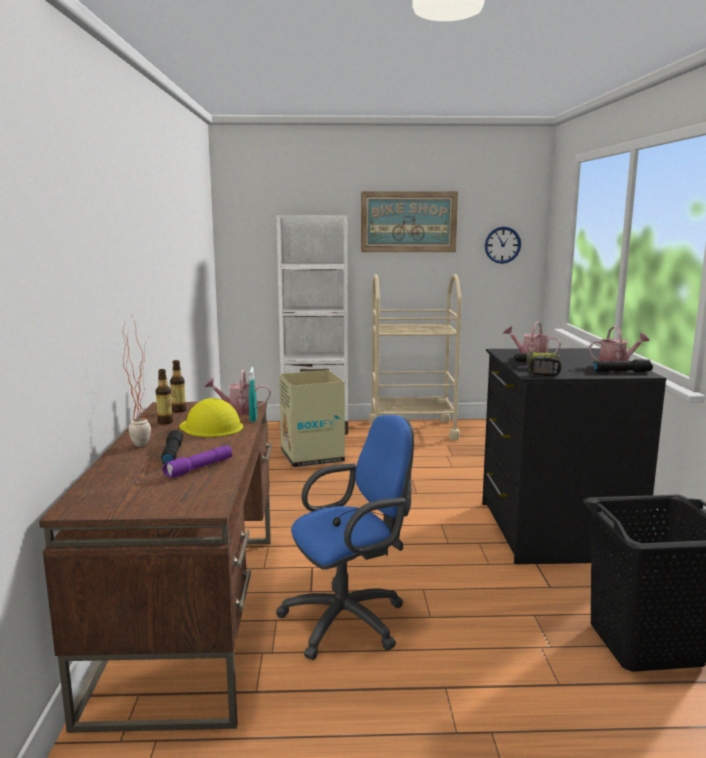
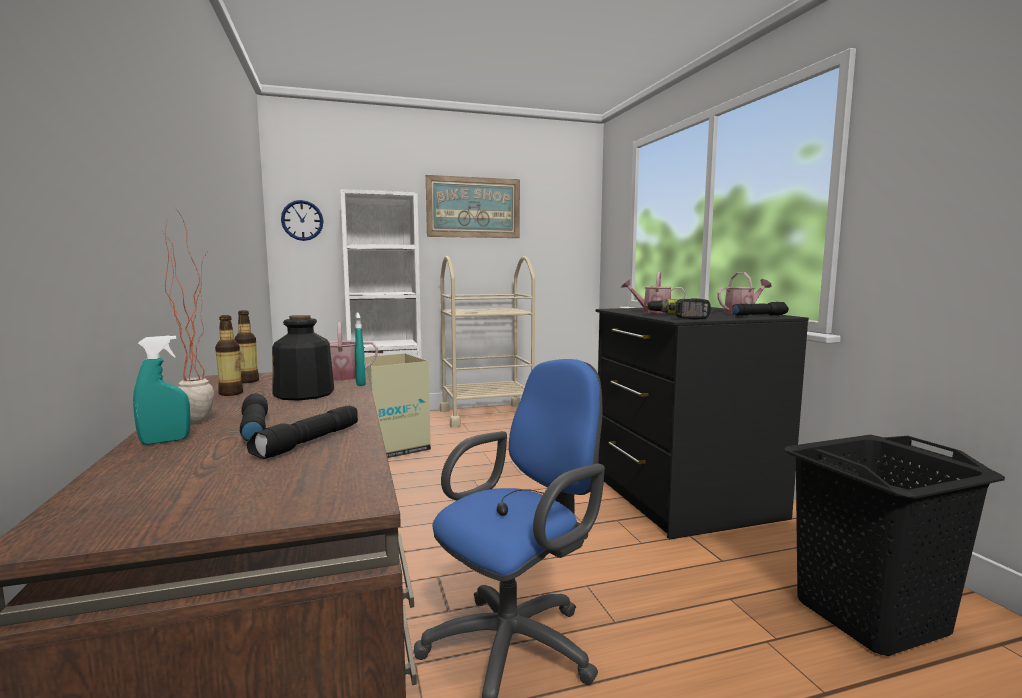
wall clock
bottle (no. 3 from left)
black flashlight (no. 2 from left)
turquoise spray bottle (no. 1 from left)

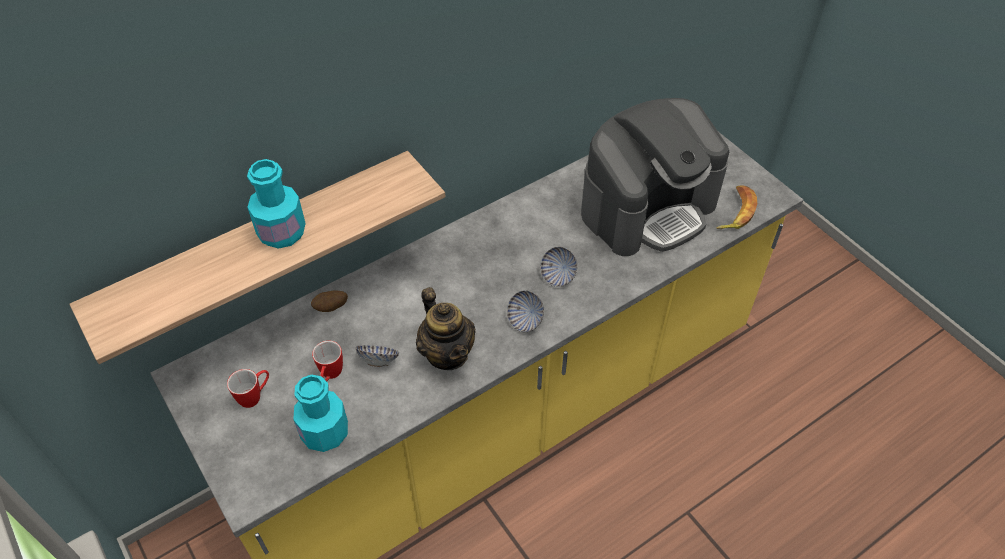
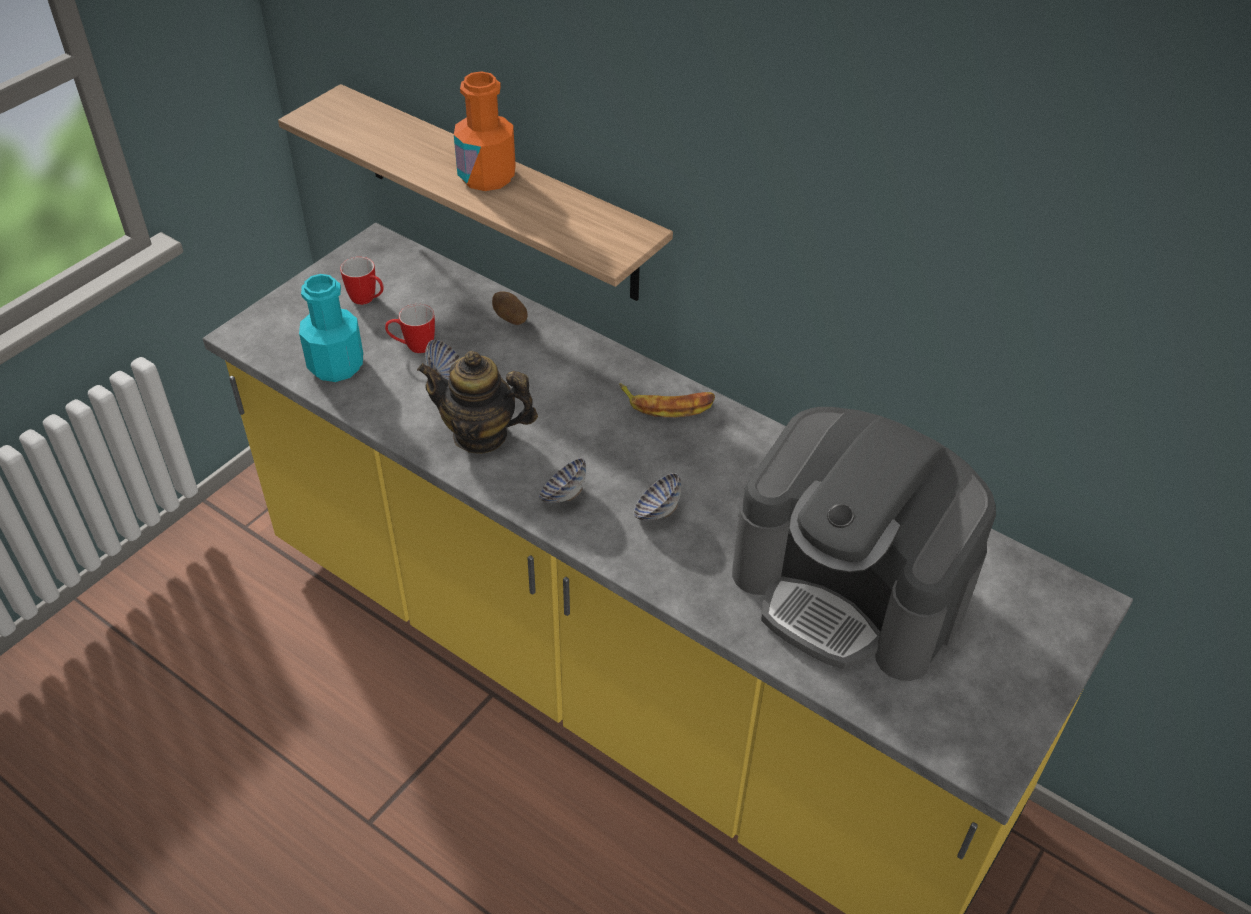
orange bottle
banana
teapot

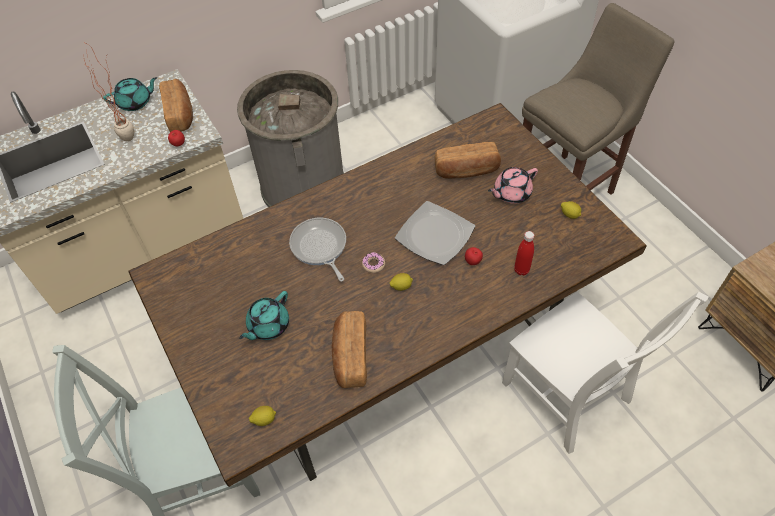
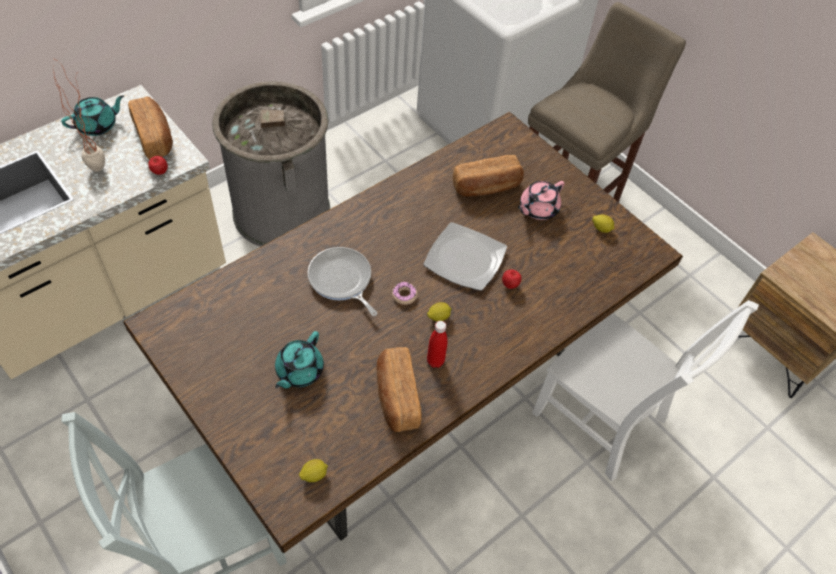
red bottle

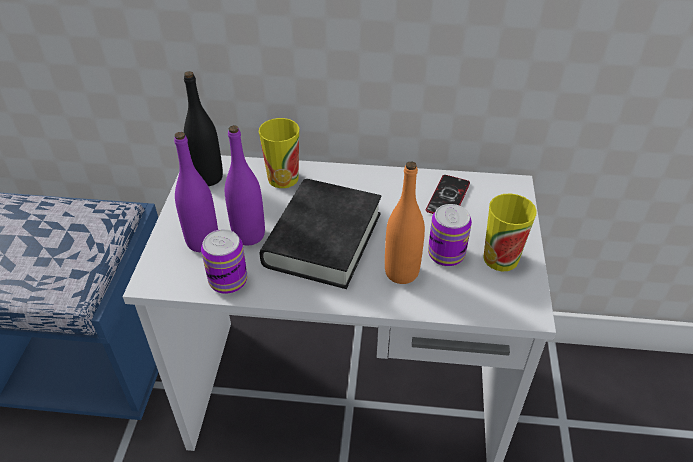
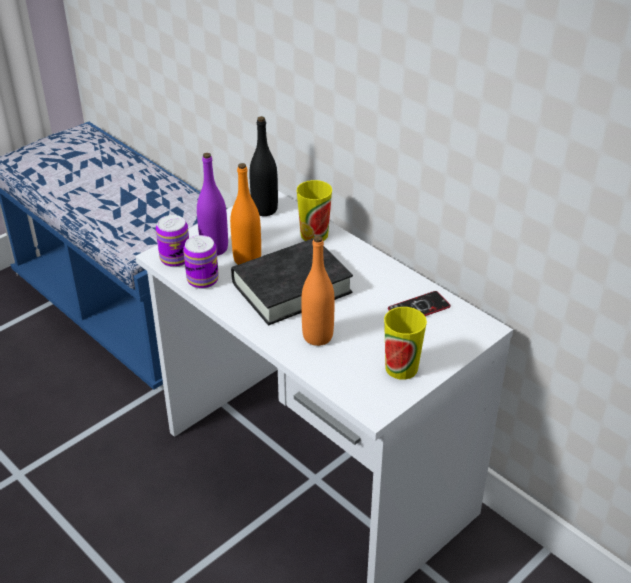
orange bottle (no. 1 from left)
can (no. 1 from left)

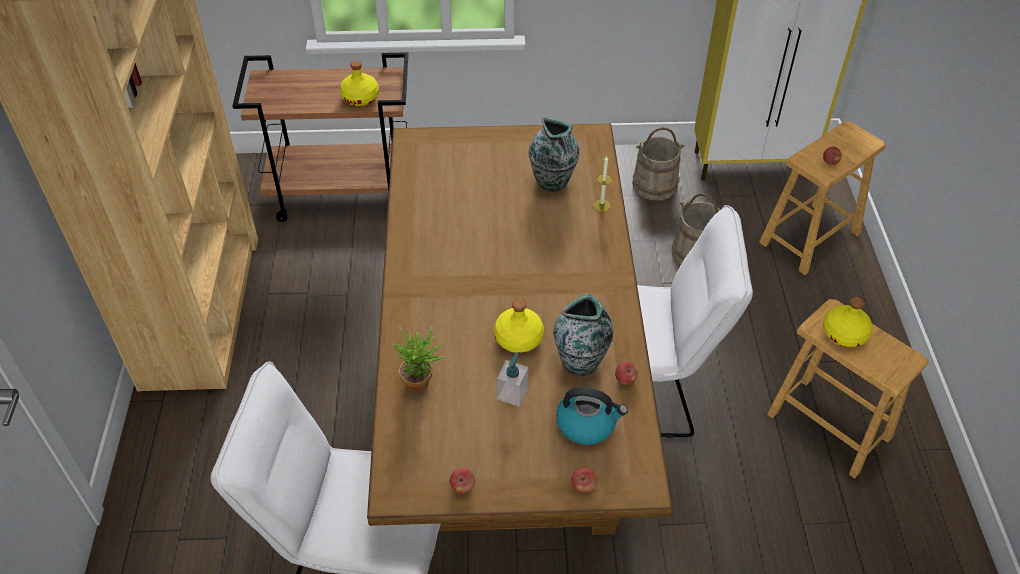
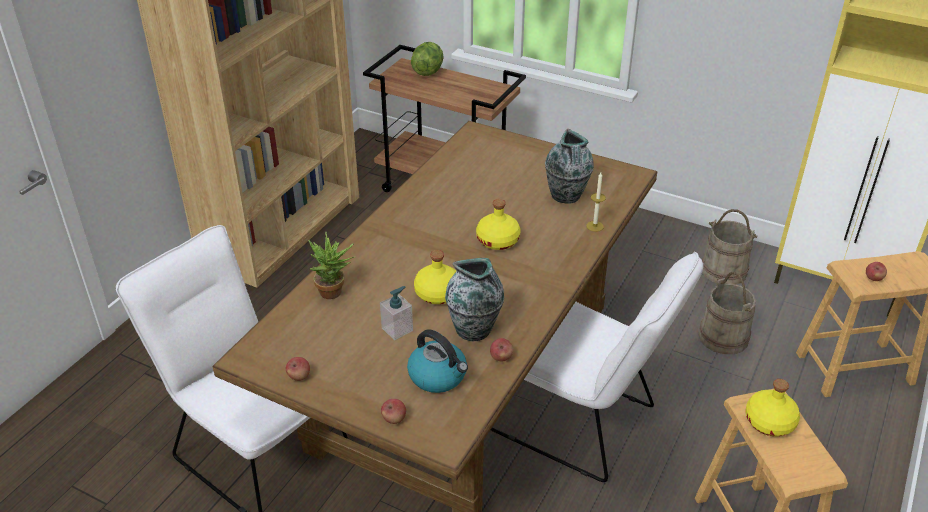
yellow bottle (no. 2 from left)
lettuce

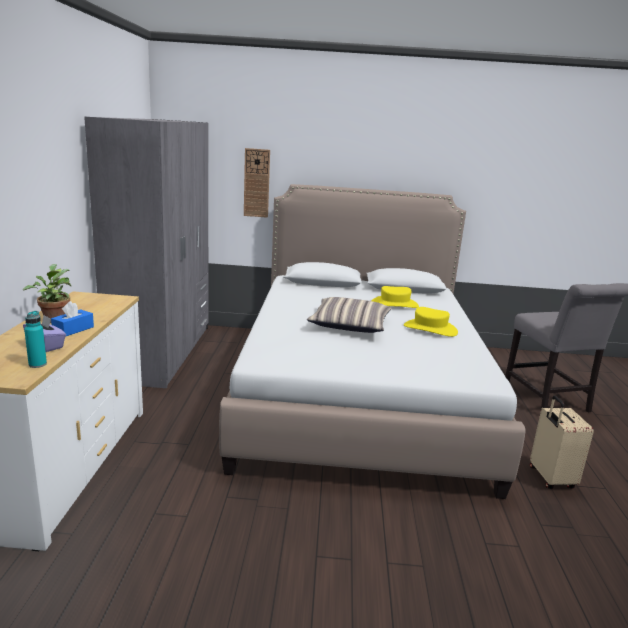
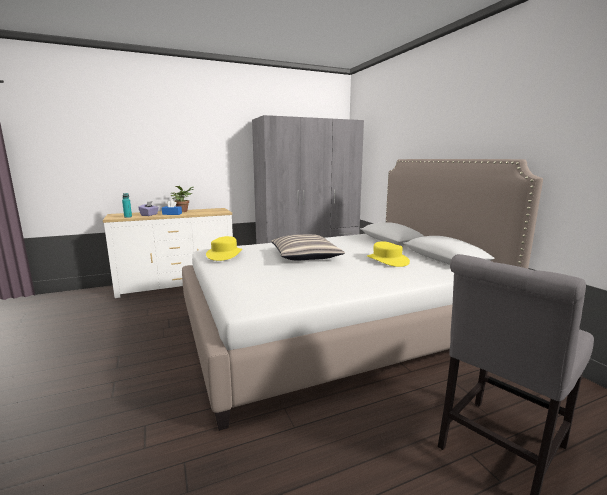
wall clock
yellow hat (no. 1 from left)
beige suitcase

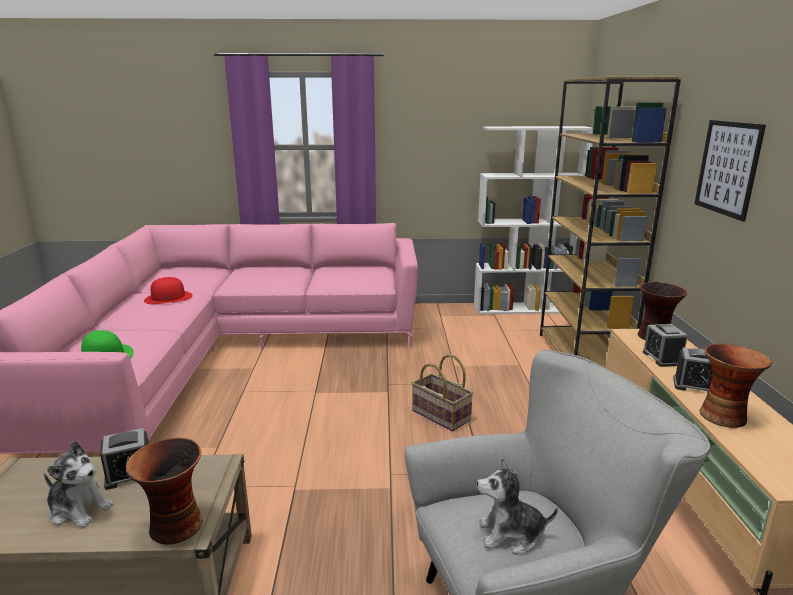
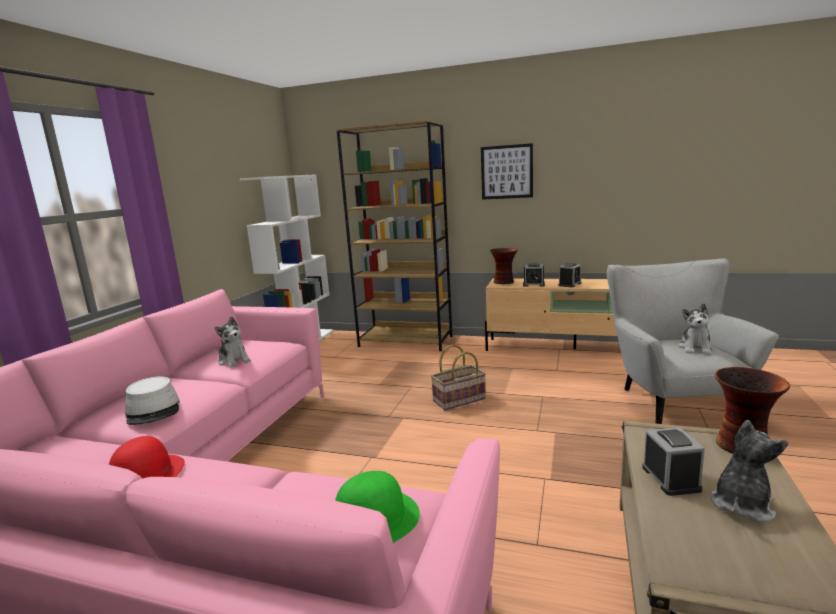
vase (no. 3 from left in the first image)
plush toy (no. 1 from left)
grey hat

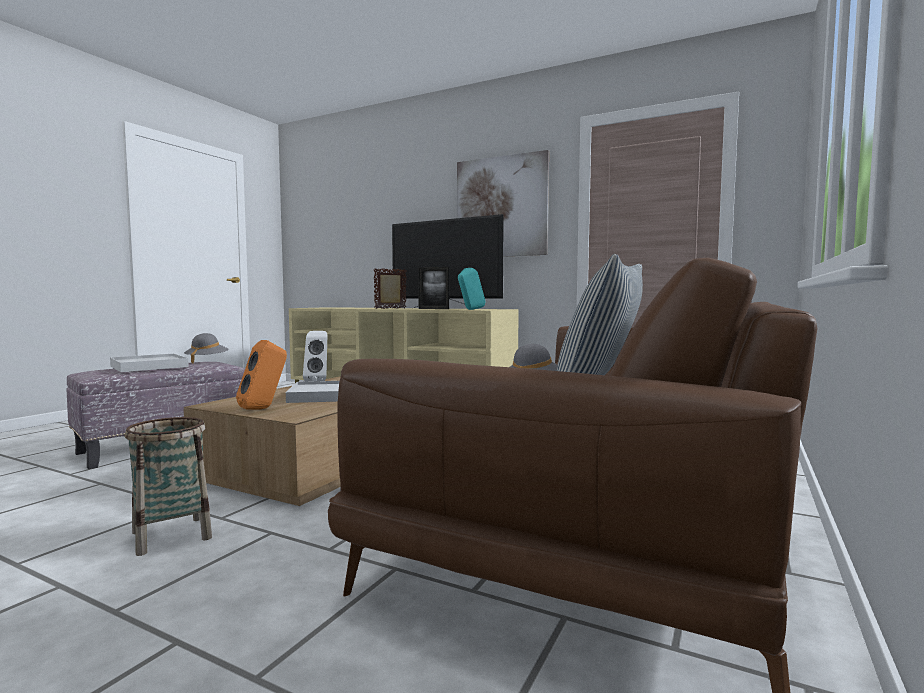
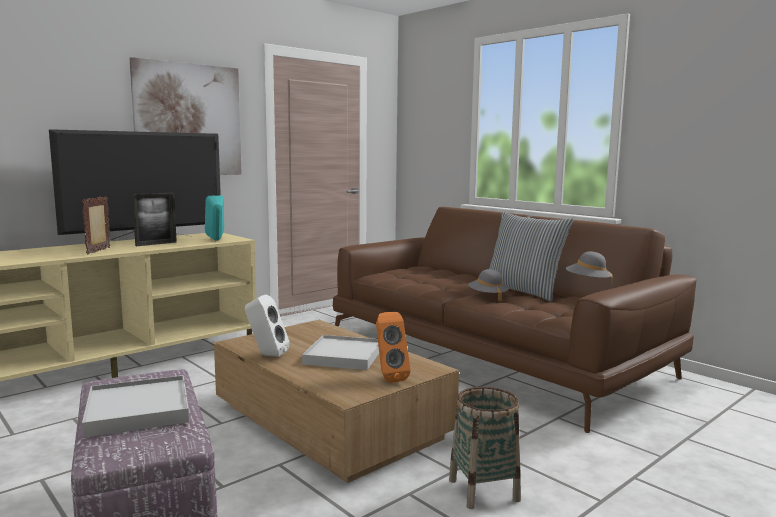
grey hat (no. 2 from left)

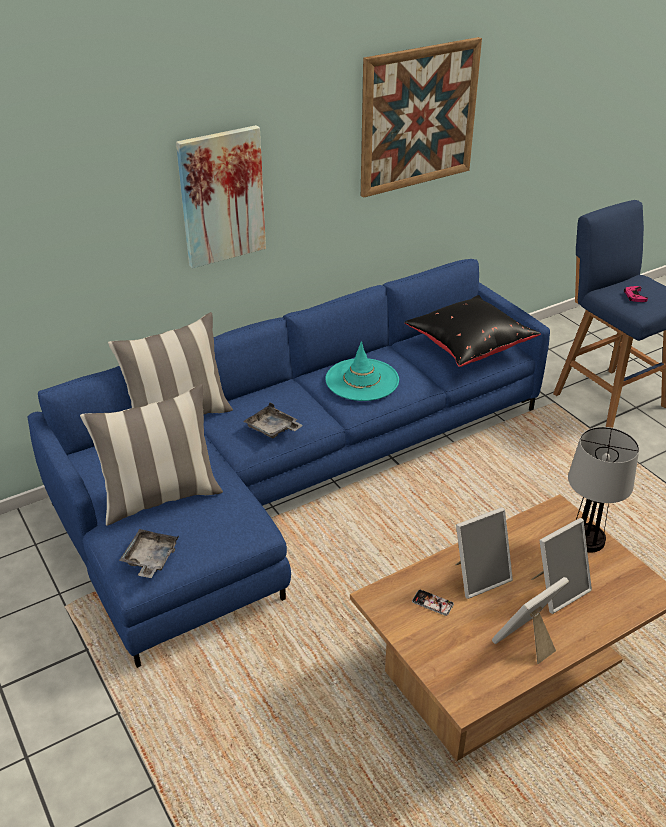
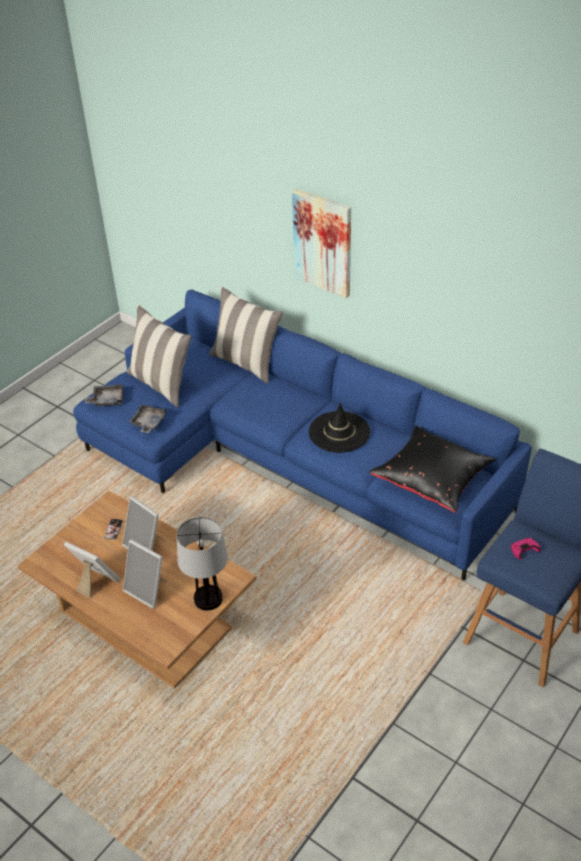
picture (no. 2 from left in the first image)
black hat
grey tray (no. 2 from left)

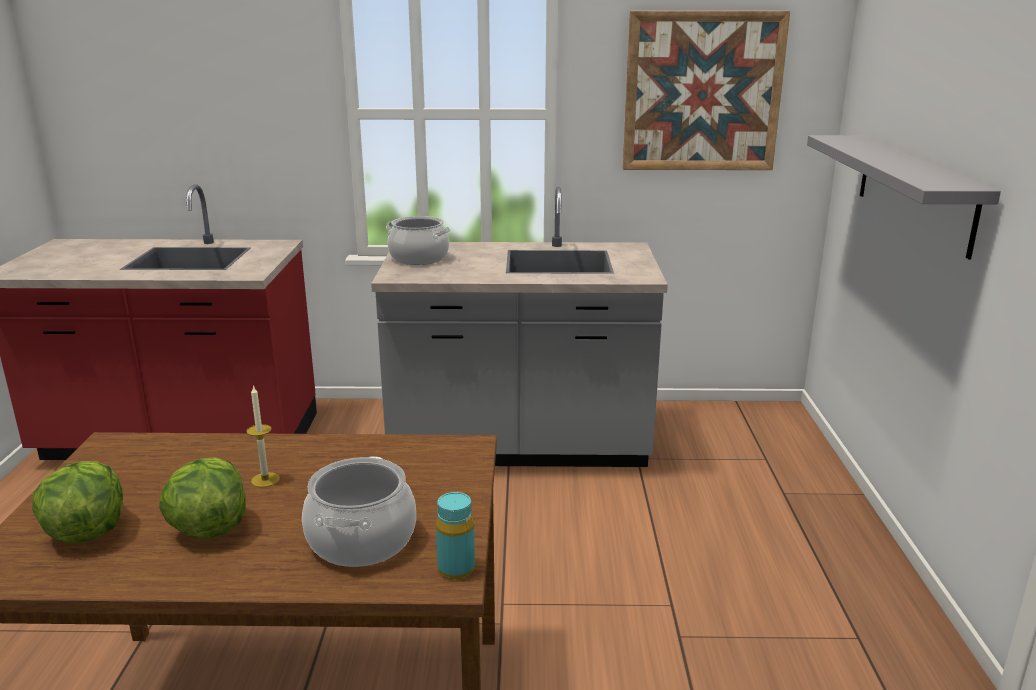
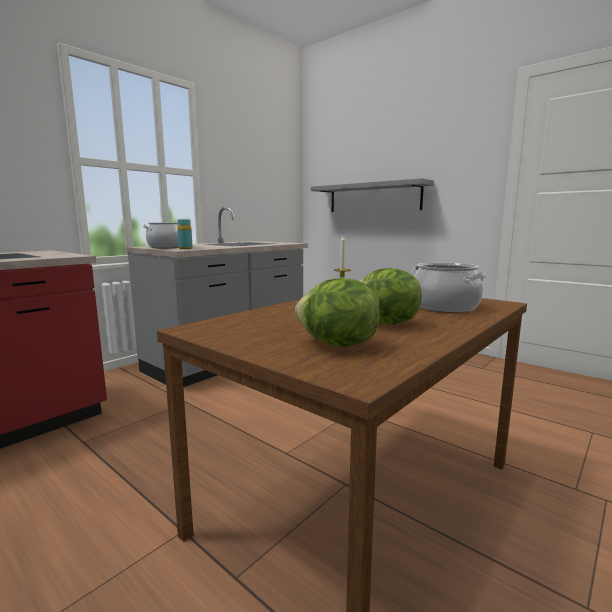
picture
turquoise bottle

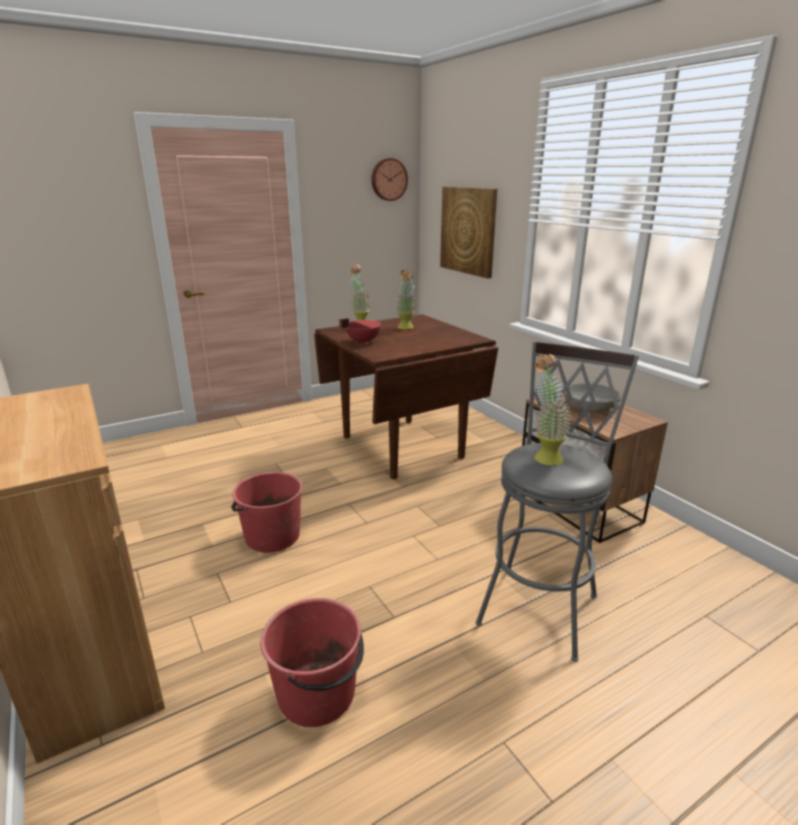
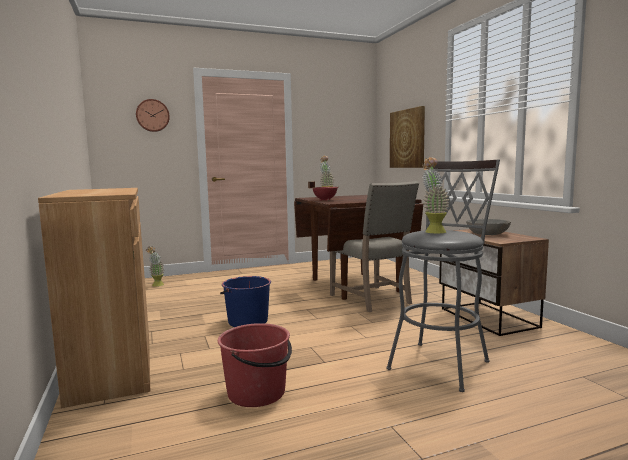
wall clock
potted plant (no. 1 from left)
blue bucket
beige chair

